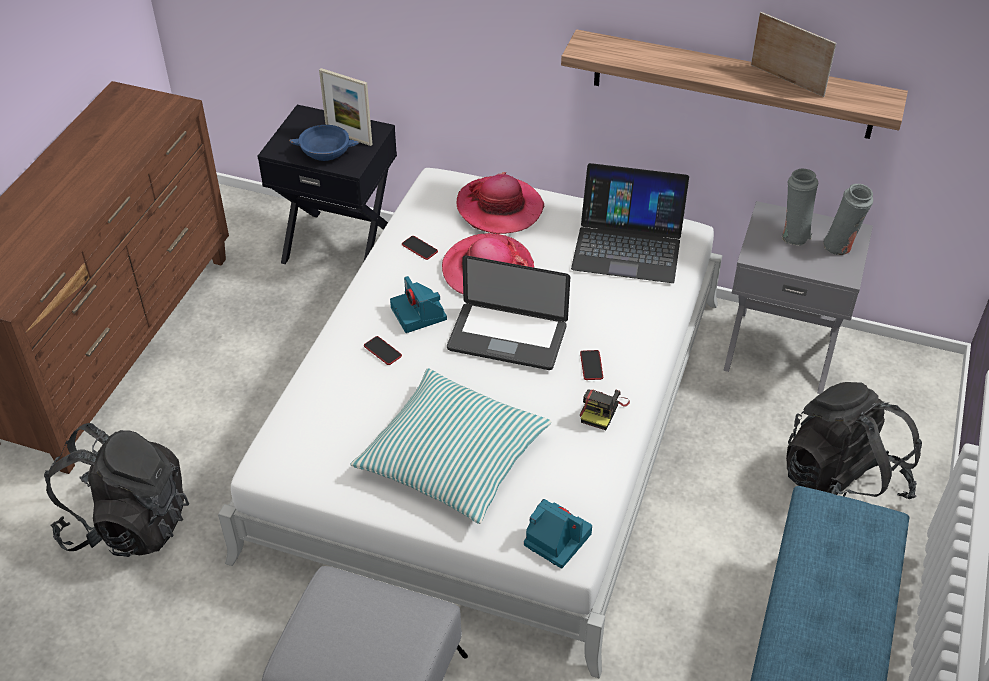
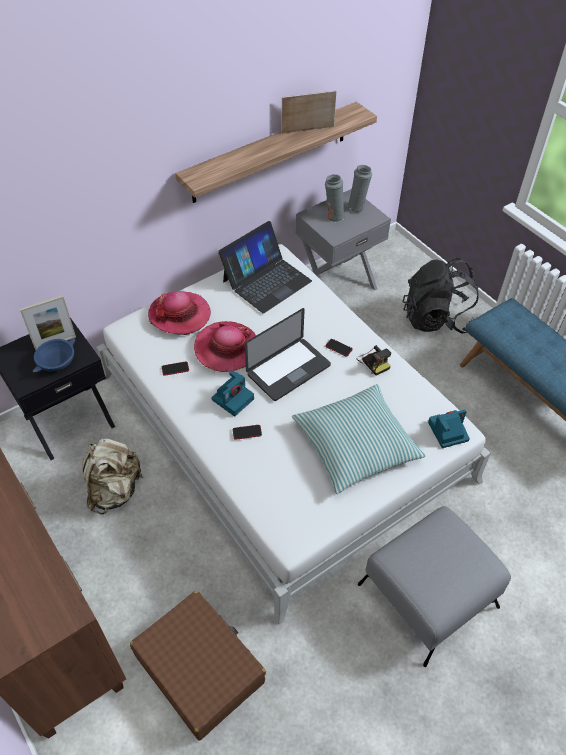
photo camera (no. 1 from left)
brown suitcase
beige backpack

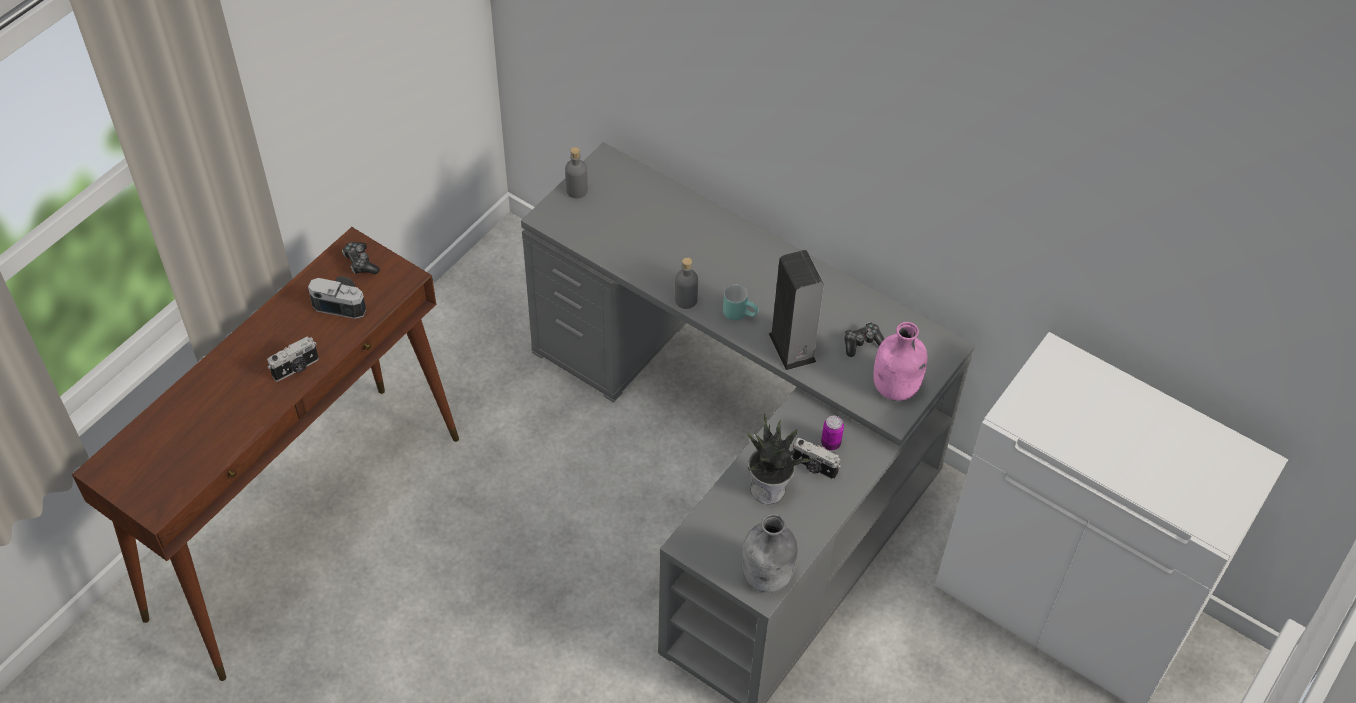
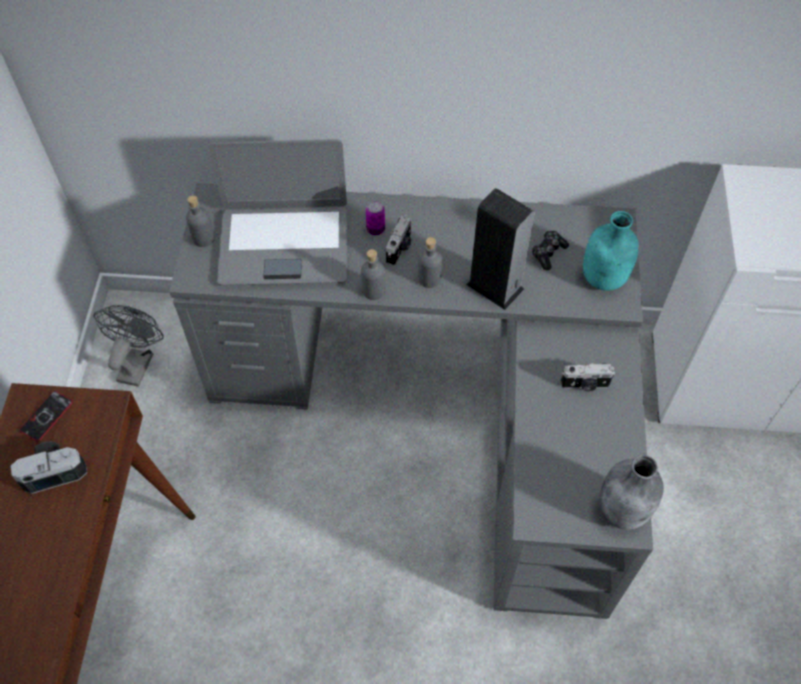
phone
grey bottle (no. 3 from left)
turquoise bottle
photo camera (no. 2 from left)
potted plant
can
laptop
grey fan

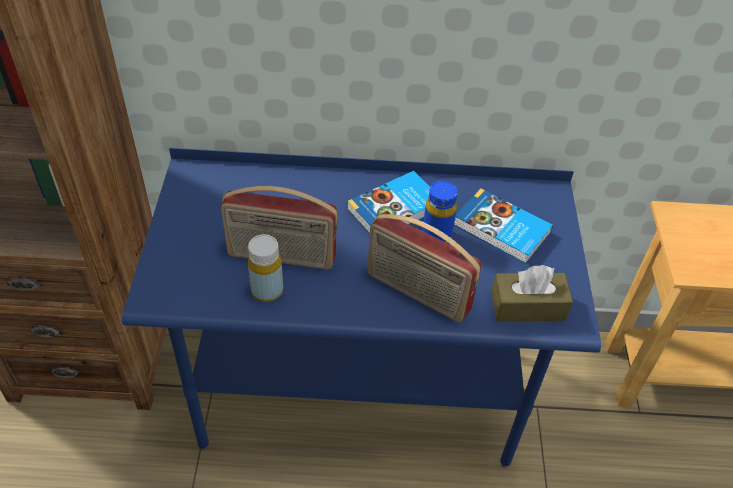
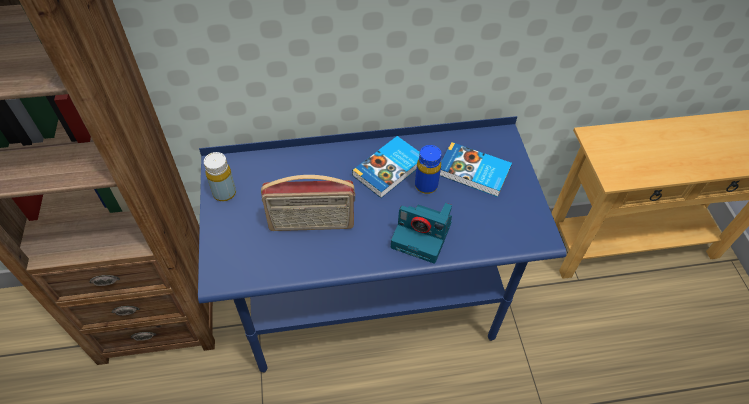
photo camera
yellow bottle
brown tissue box

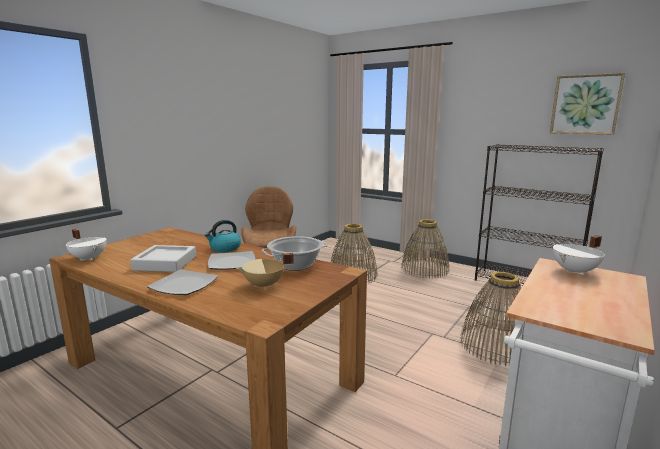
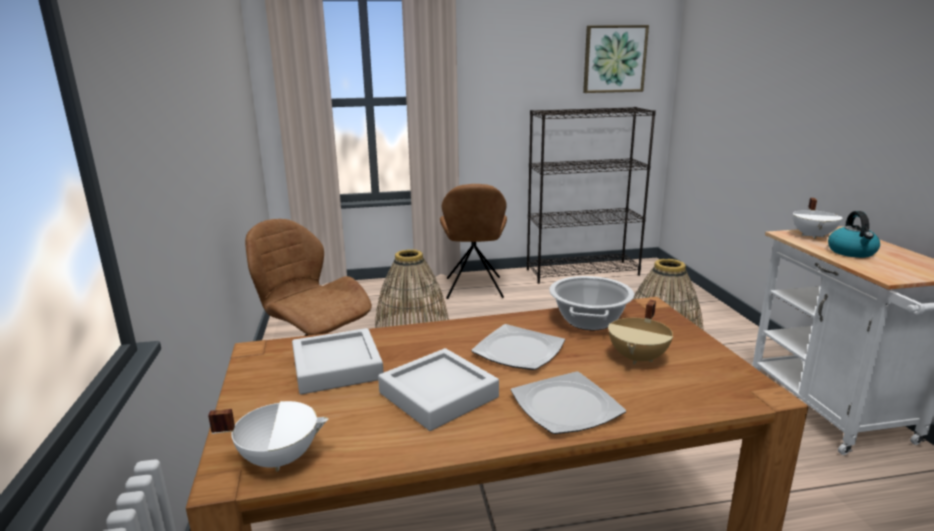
brown chair (no. 2 from left)
kettle
grey tray (no. 1 from left)

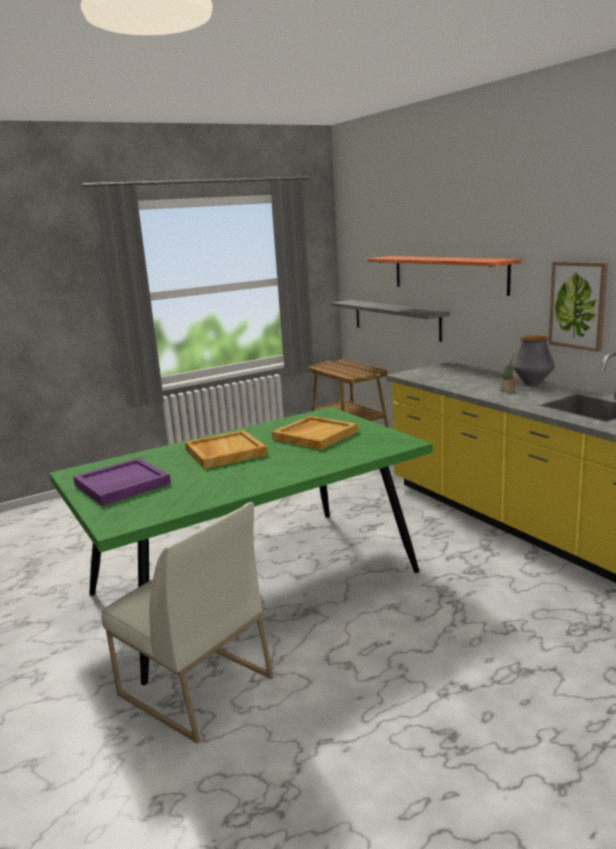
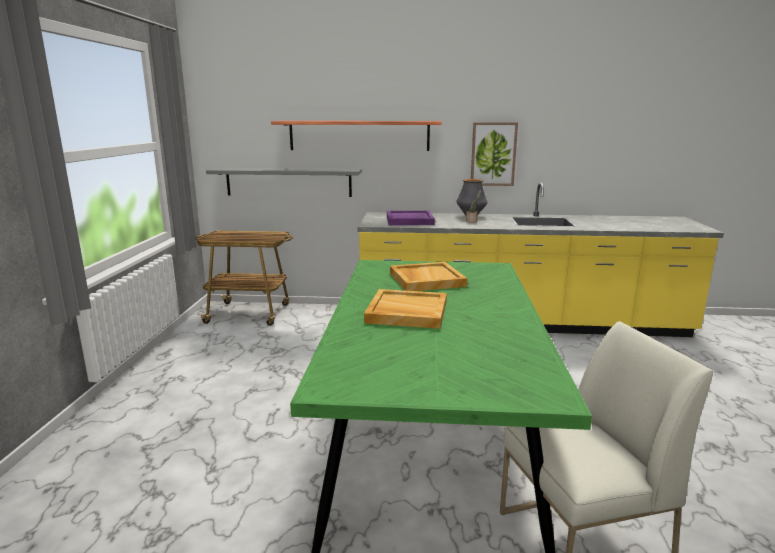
purple tray

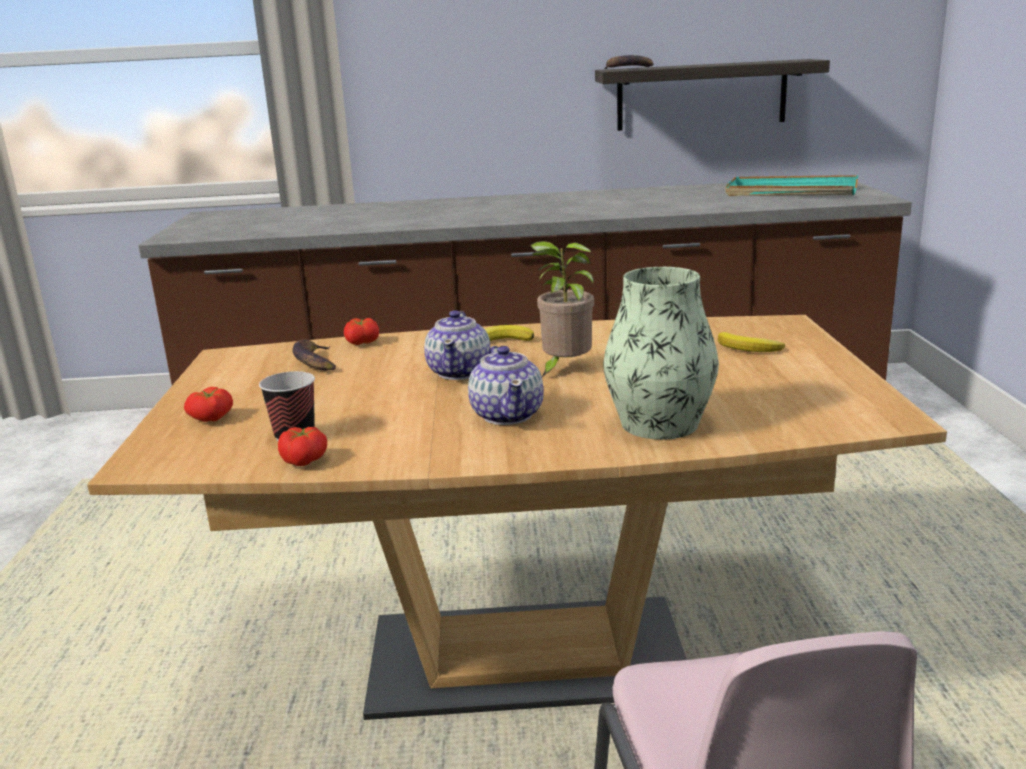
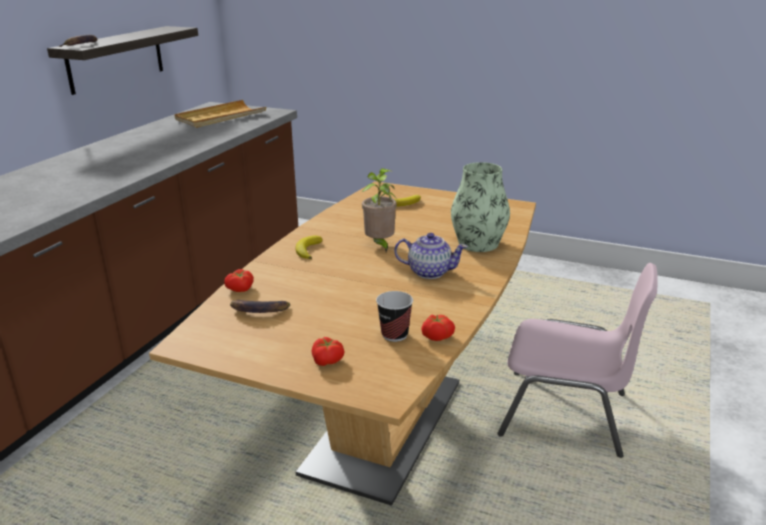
beige tray
teapot (no. 1 from left in the first image)

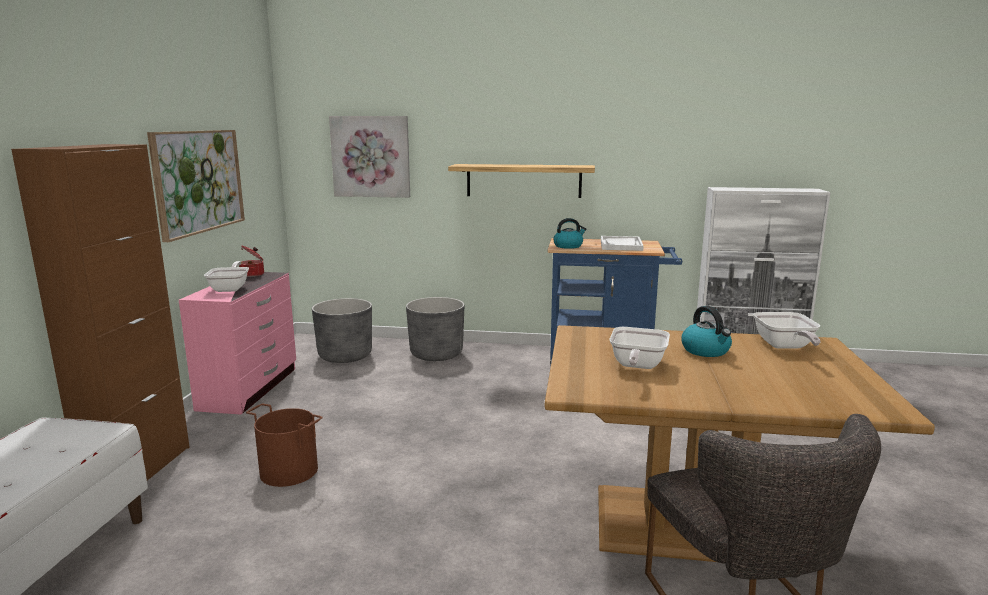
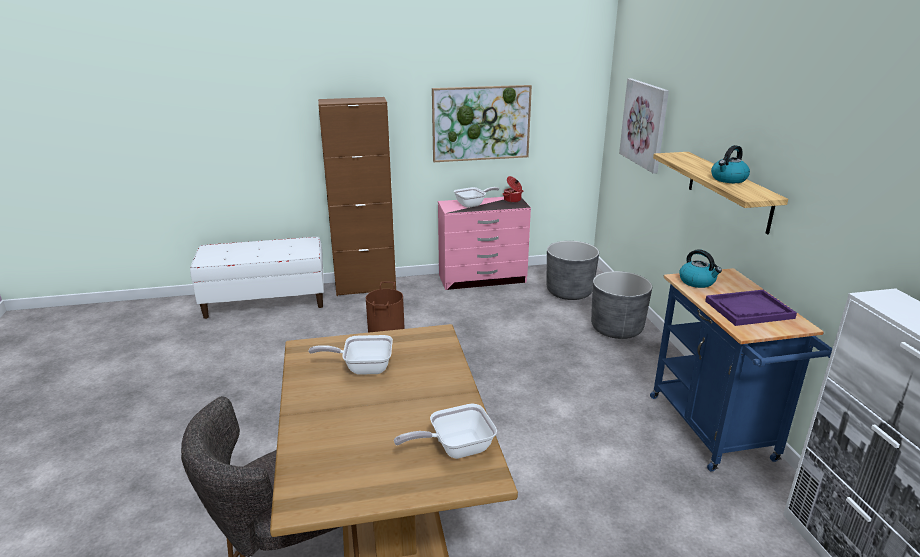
purple tray
kettle (no. 2 from left)

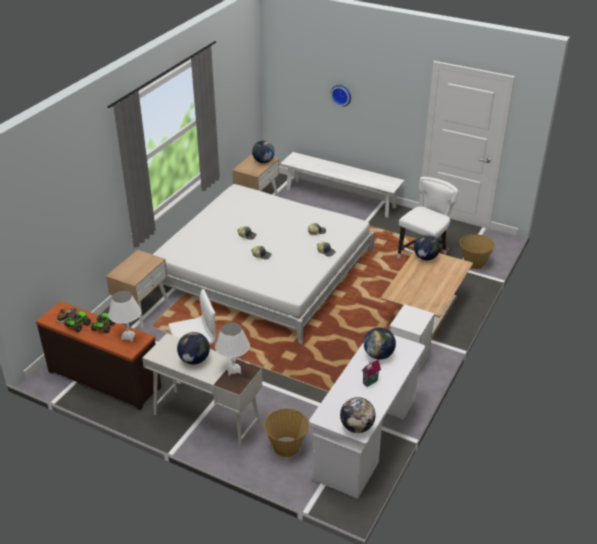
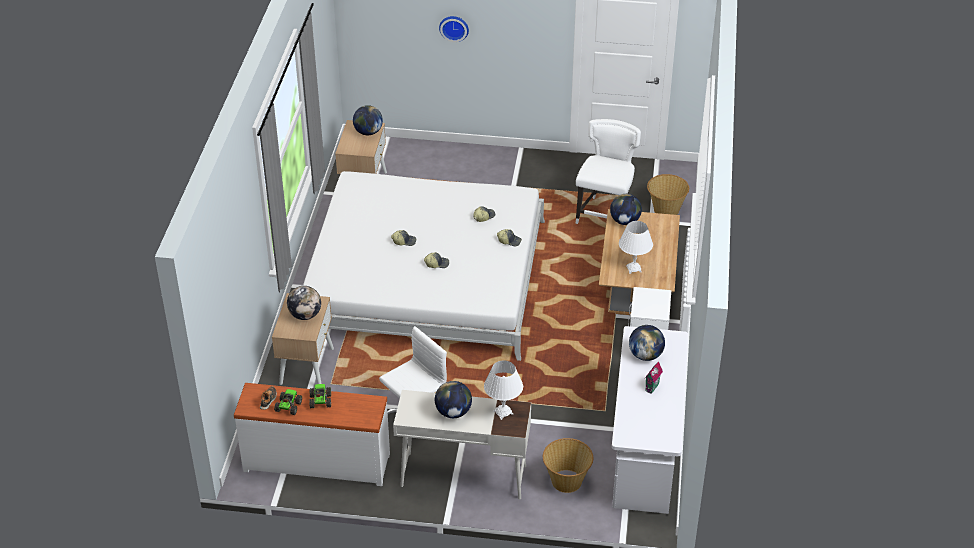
white bench
white table lamp (no. 2 from left)
white dresser
globe (no. 1 from left)

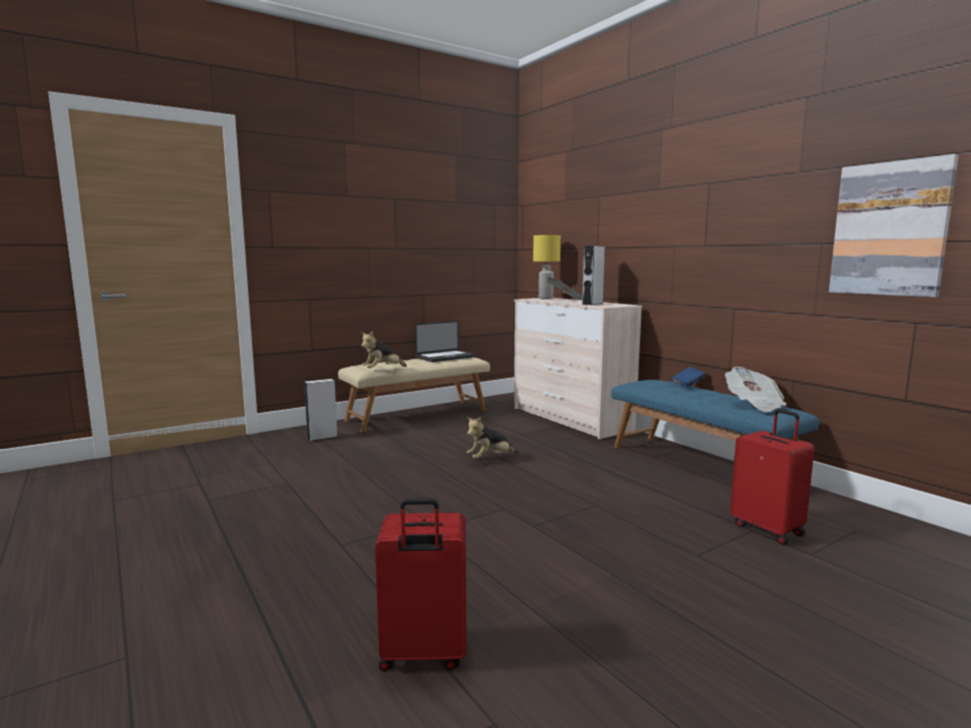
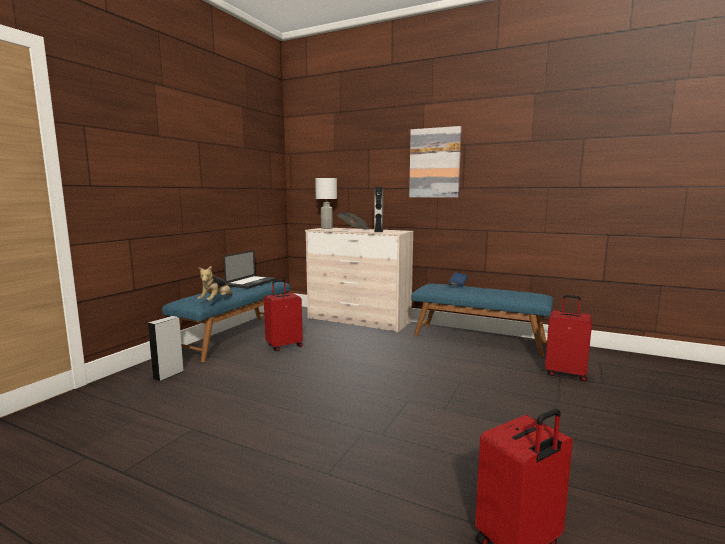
picture
white table lamp
blue bench (no. 1 from left)
newspaper (no. 2 from left in the first image)
plush toy (no. 2 from left in the first image)
red suitcase (no. 1 from left)

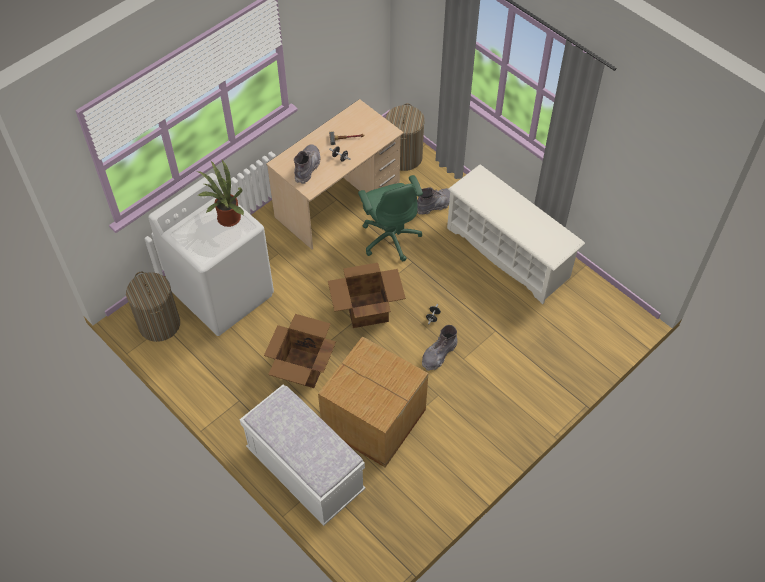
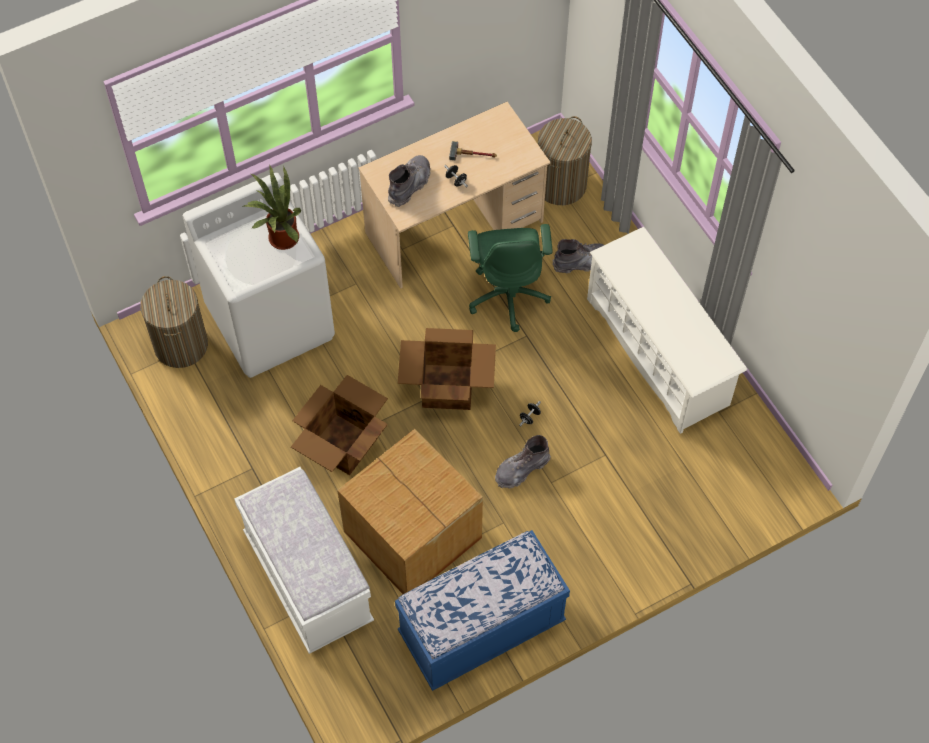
blue bench

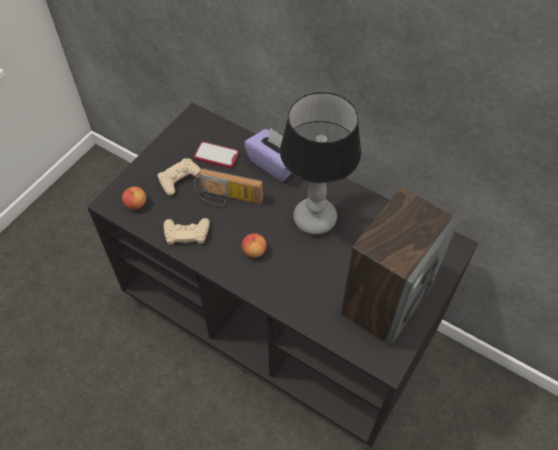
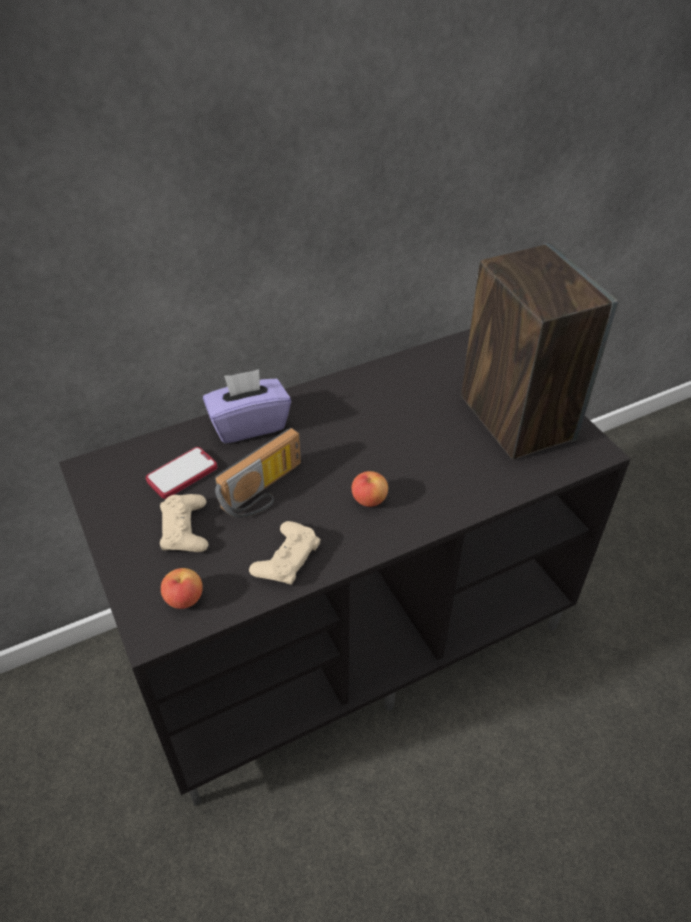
table lamp

